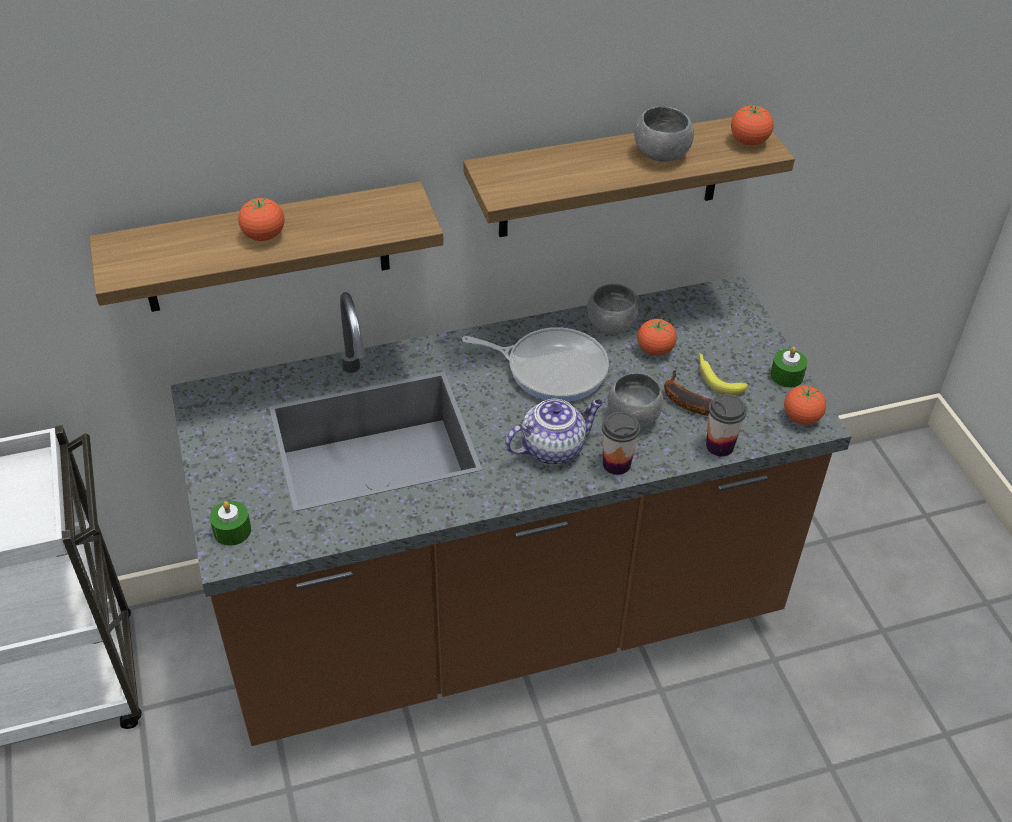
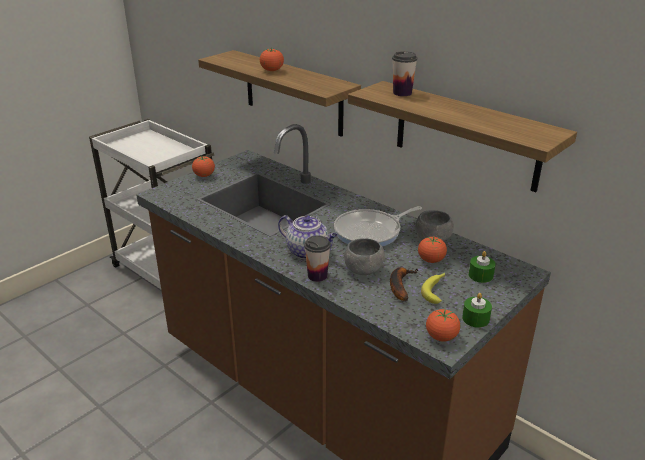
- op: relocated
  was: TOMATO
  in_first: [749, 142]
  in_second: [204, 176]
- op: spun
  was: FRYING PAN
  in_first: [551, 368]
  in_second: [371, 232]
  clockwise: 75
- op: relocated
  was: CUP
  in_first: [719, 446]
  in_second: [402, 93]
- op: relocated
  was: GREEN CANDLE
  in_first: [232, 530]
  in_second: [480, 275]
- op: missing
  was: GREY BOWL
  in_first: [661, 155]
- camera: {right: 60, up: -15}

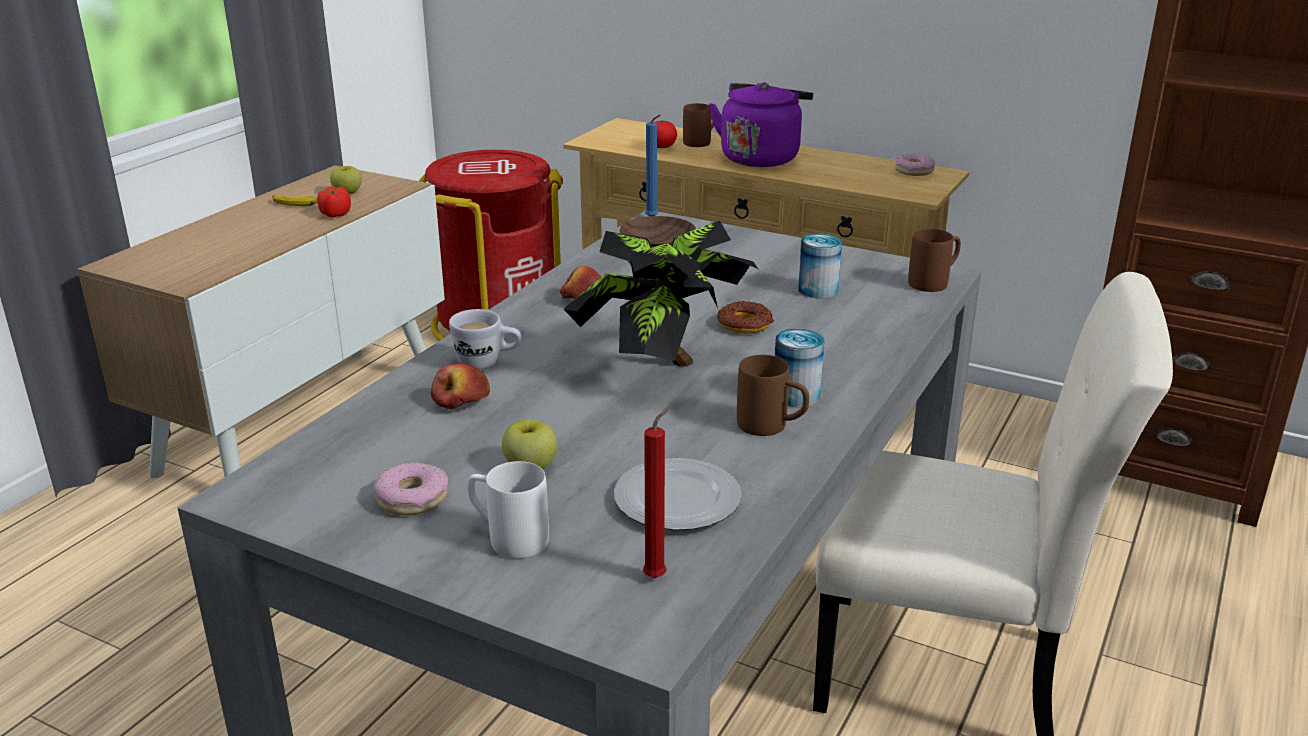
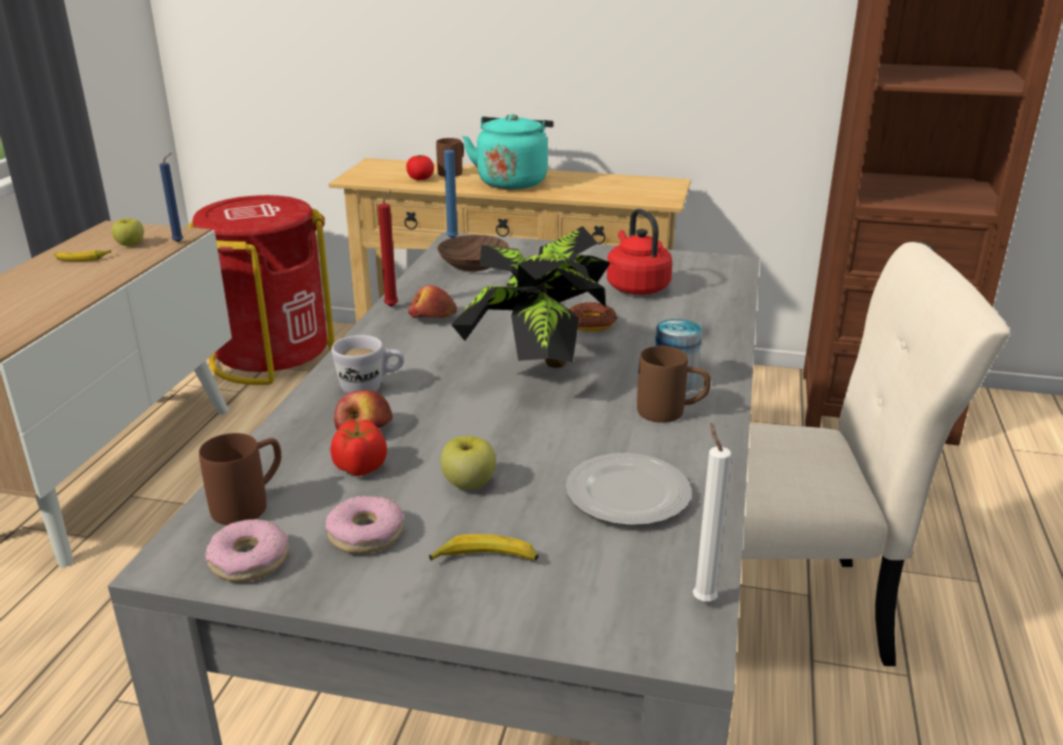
- op: appeared
  now: BLUE CANDLE
  in_second: [180, 242]
- op: relocated
  was: BROWN MUG
  in_first: [934, 282]
  in_second: [250, 504]
- op: relocated
  was: DONUT
  in_first: [914, 171]
  in_second: [249, 560]
- op: relocated
  was: TOMATO
  in_first: [335, 214]
  in_second: [360, 467]
- op: relocated
  was: RED CANDLE
  in_first: [657, 576]
  in_second: [393, 306]
- op: exchanged
  was: WHITE MUG
  now: BANANA
  in_first: [507, 538]
  in_second: [485, 559]
- op: colour
  was: PURPLE KETTLE
  now: TURQUOISE KETTLE
  in_first: [761, 157]
  in_second: [512, 181]
- op: exchanged
  was: CAN
  now: RED KETTLE
  in_first: [818, 290]
  in_second: [636, 286]
- op: appeared
  now: WHITE CANDLE
  in_second: [702, 598]
- camera: {right: -15, up: 0}

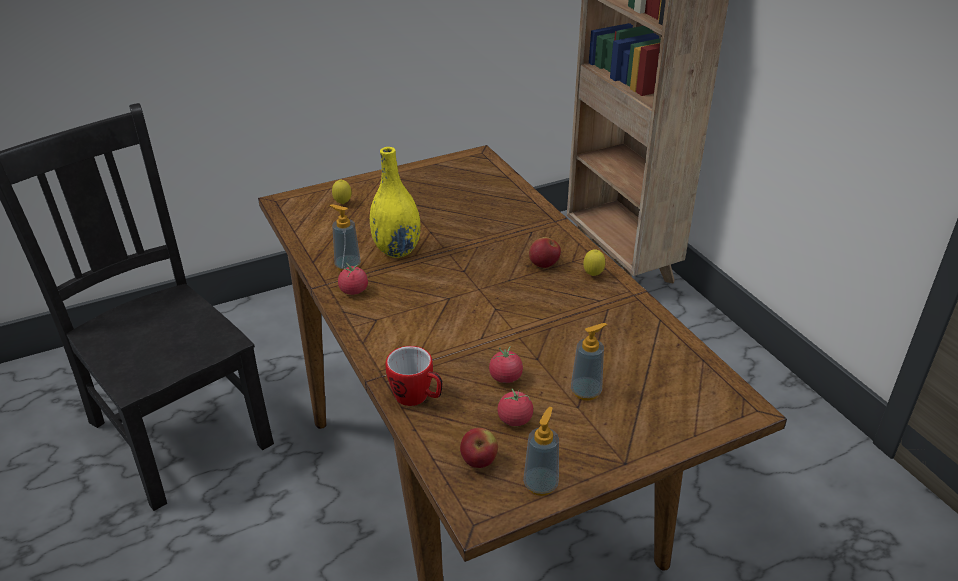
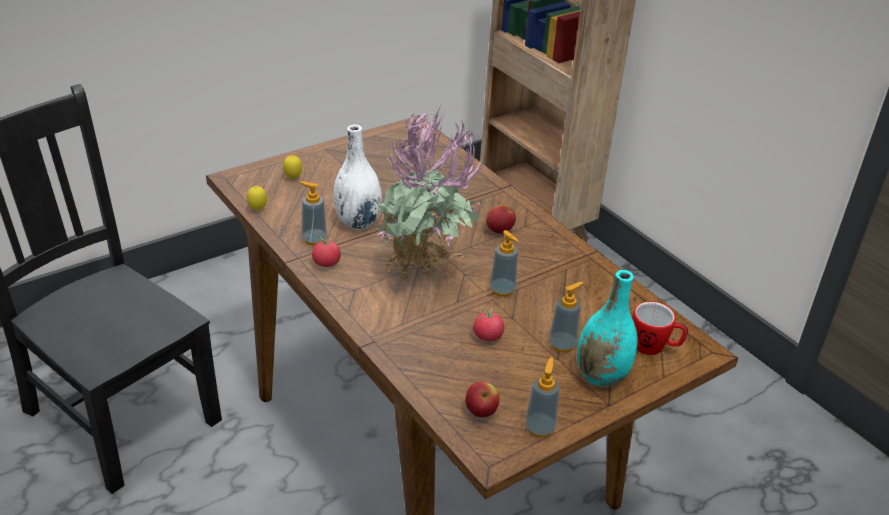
- op: relocated
  was: LEMON
  in_first: [593, 275]
  in_second: [257, 210]
- op: colour
  was: YELLOW VASE
  now: WHITE VASE
  in_first: [397, 250]
  in_second: [357, 222]
- op: appeared
  now: POTTED PLANT
  in_second: [424, 277]
- op: appeared
  now: SOAP DISPENSER
  in_second: [502, 290]
- op: appeared
  now: TURQUOISE VASE
  in_second: [601, 375]
- op: relocated
  was: MUG
  in_first: [417, 398]
  in_second: [654, 347]
- op: missing
  was: TOMATO
  in_first: [515, 419]
- camera: {right: -10, up: 0}

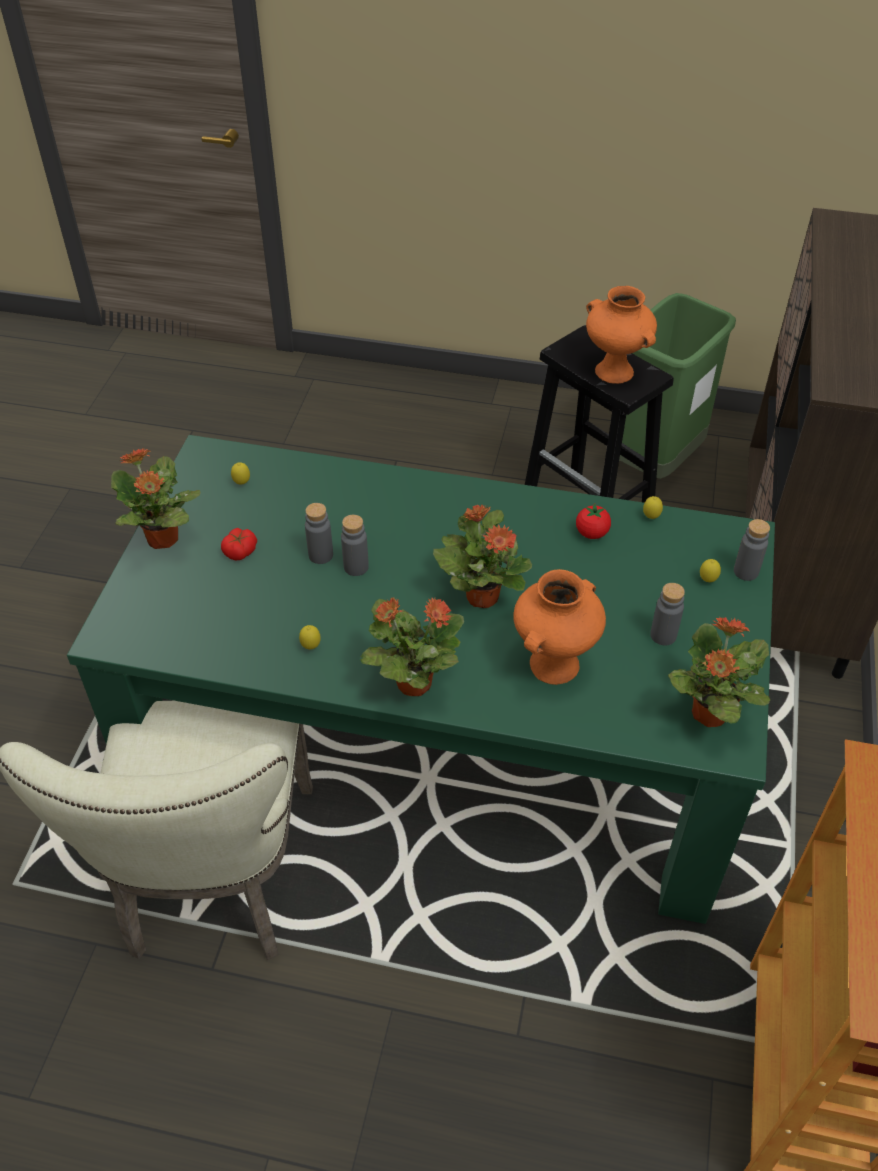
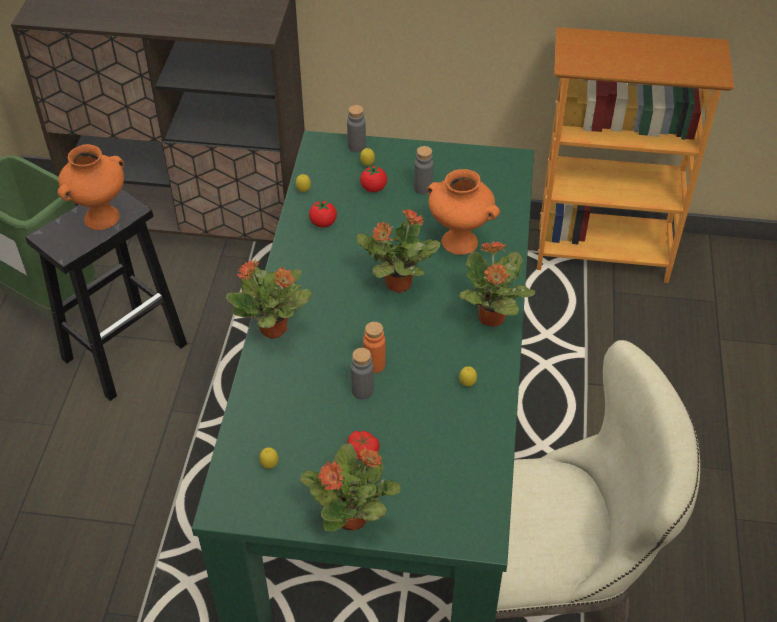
- op: relocated
  was: POTTED PLANT
  in_first: [708, 714]
  in_second: [274, 329]
- op: appeared
  now: TOMATO
  in_second: [373, 188]
- op: colour
  was: GREY BOTTLE
  now: ORANGE BOTTLE
  in_first: [356, 567]
  in_second: [374, 364]
- camera: {right: -95, up: 0}

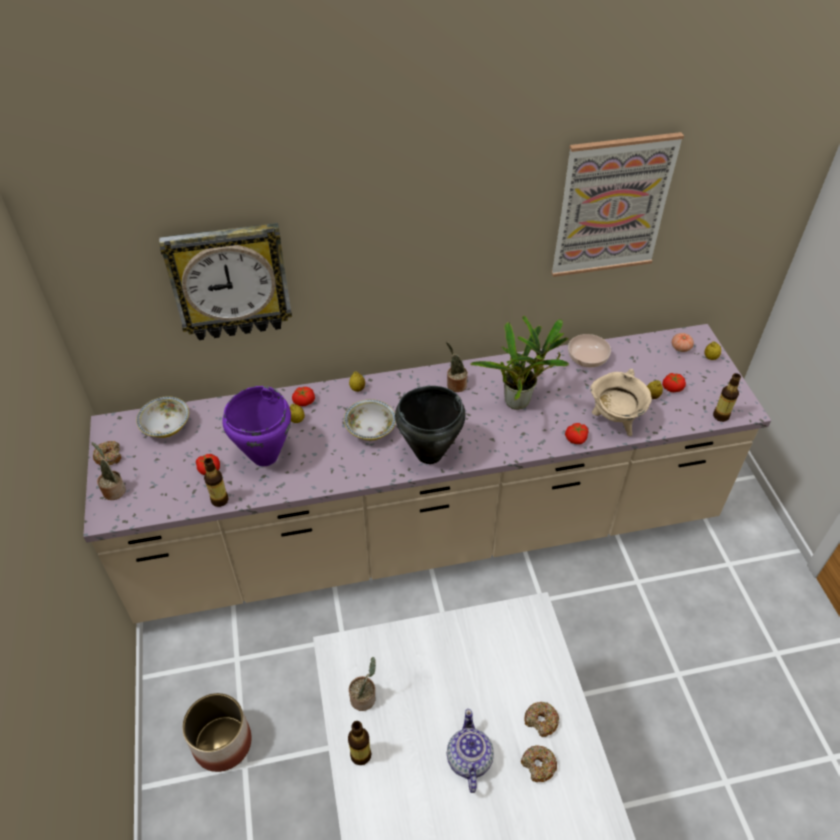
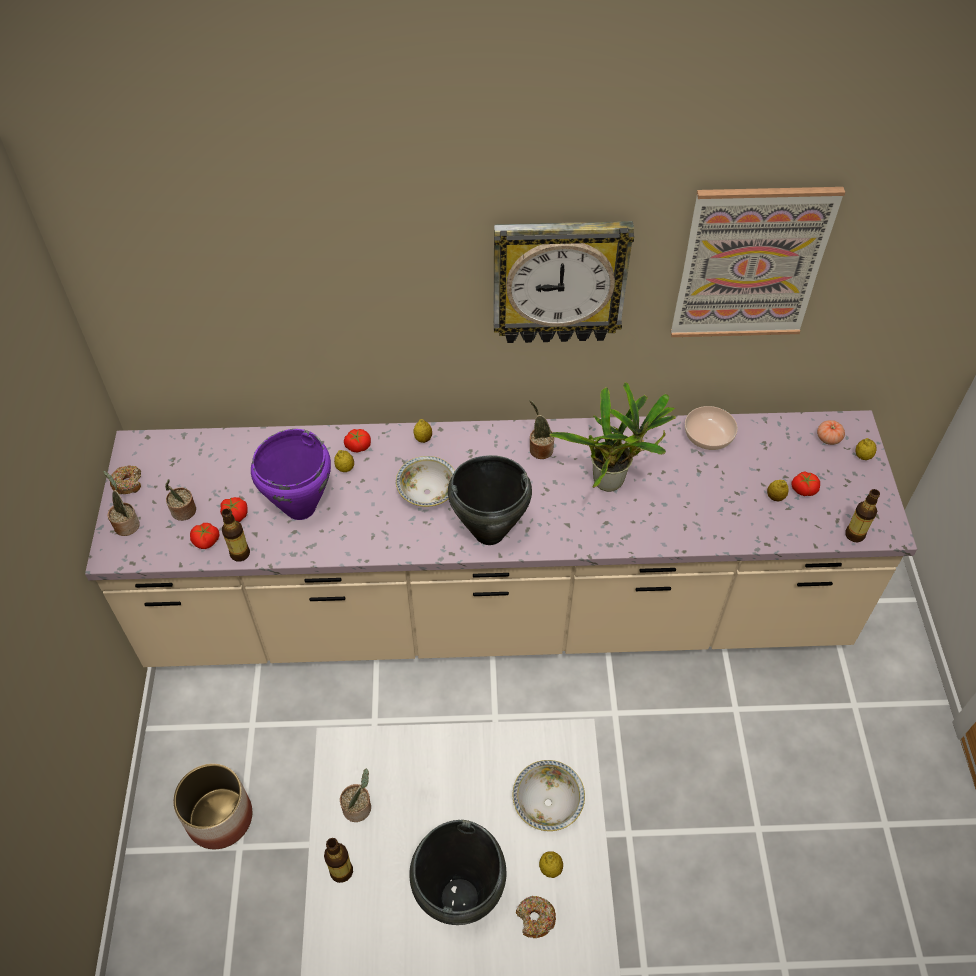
- op: appeared
  now: POTTED PLANT
  in_second: [183, 512]
- op: relocated
  was: TOMATO
  in_first: [576, 439]
  in_second: [206, 541]
- op: exchanged
  was: TEAPOT
  now: BLACK COOKING POT
  in_first: [468, 760]
  in_second: [458, 898]
- op: relocated
  was: WALL CLOCK
  in_first: [230, 282]
  in_second: [559, 281]
- op: relocated
  was: BOWL
  in_first: [166, 427]
  in_second: [547, 803]
- op: exchanged
  was: DONUT
  now: LEMON
  in_first: [541, 721]
  in_second: [550, 868]
- op: missing
  was: BEIGE COOKING POT
  in_first: [614, 421]
- camera: {right: 10, up: 5}

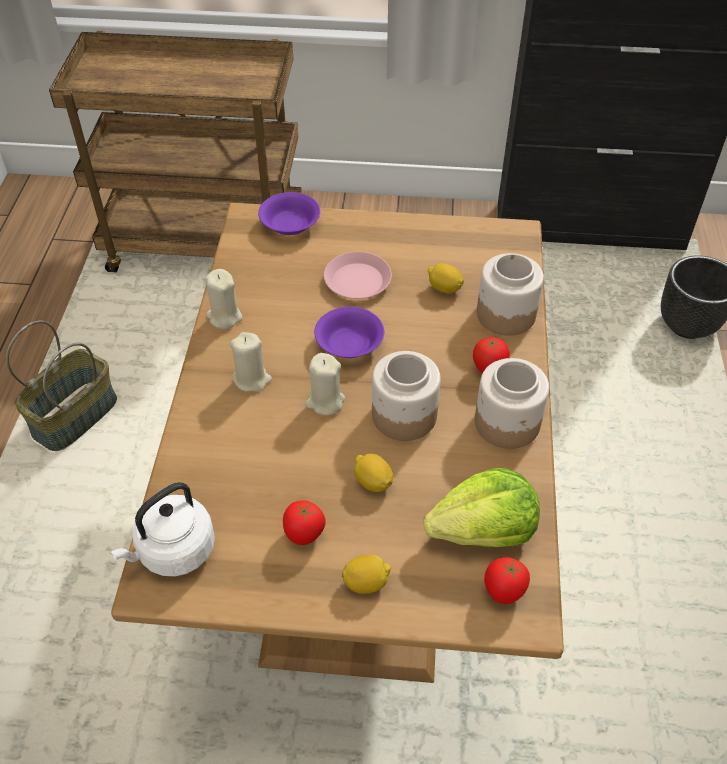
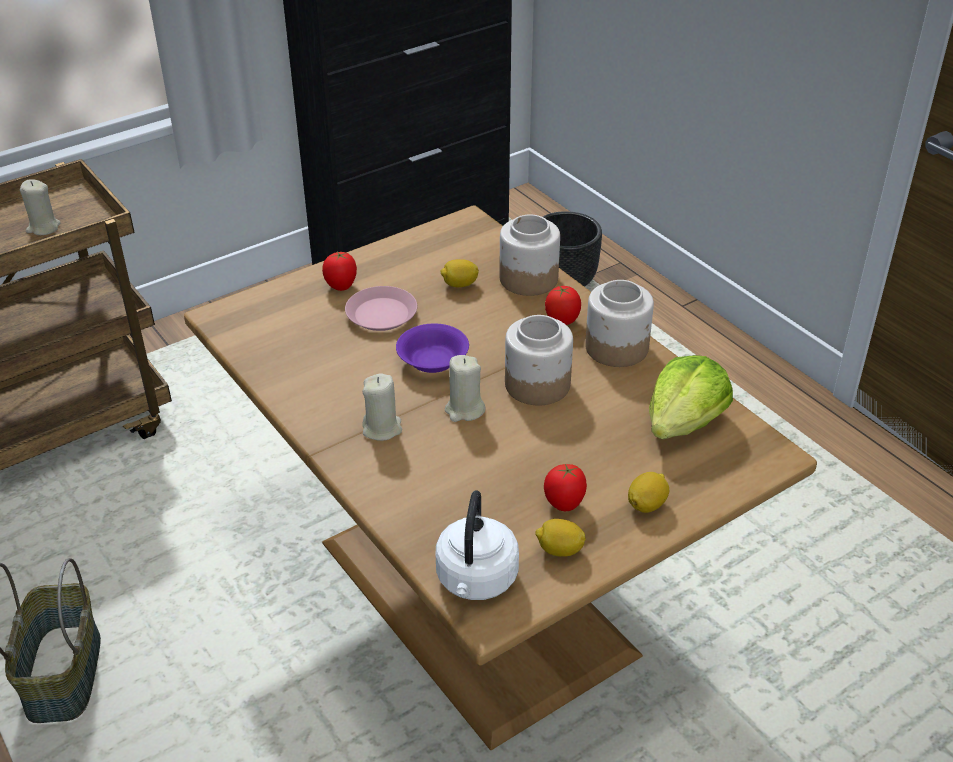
- op: relocated
  was: BEIGE CANDLE
  in_first: [224, 317]
  in_second: [43, 228]
- op: relocated
  was: TOMATO
  in_first: [503, 593]
  in_second: [341, 287]
- op: relocated
  was: LEMON
  in_first: [373, 482]
  in_second: [559, 550]
- op: missing
  was: PURPLE BOWL
  in_first: [290, 224]
- camera: {right: -40, up: -10}

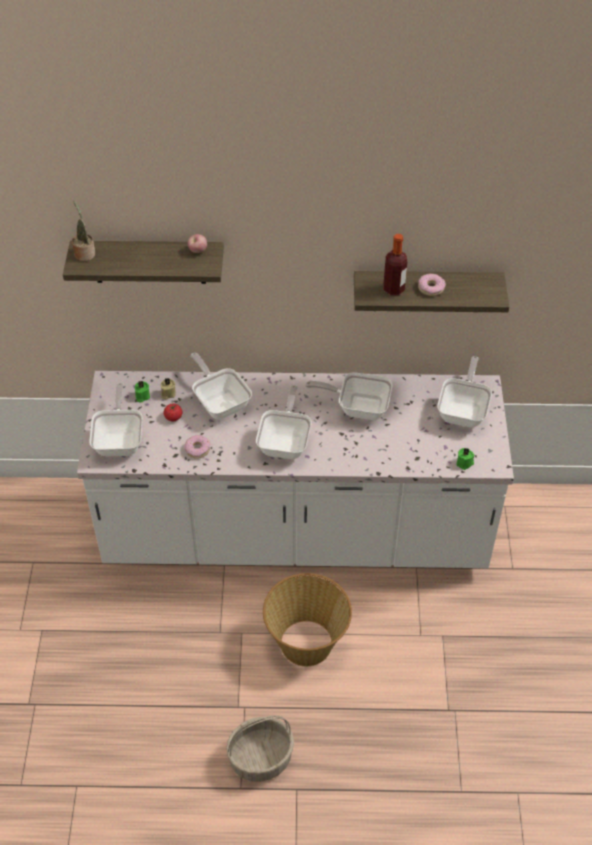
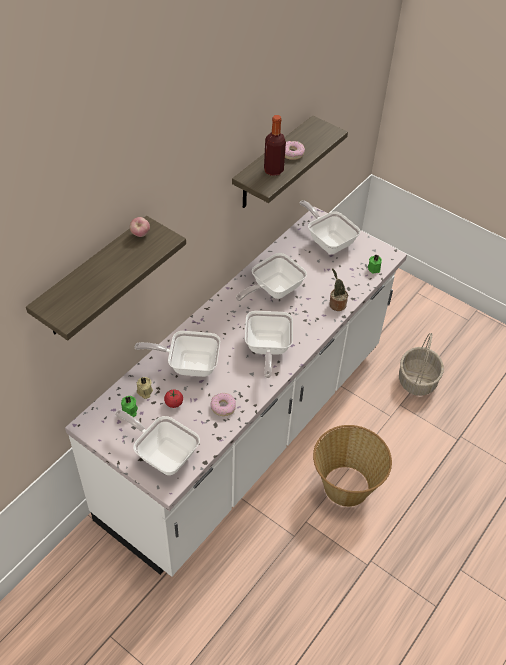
- op: spun
  was: FRYING PAN
  in_first: [285, 442]
  in_second: [267, 349]
  clockwise: -135
- op: relocated
  was: POTTED PLANT
  in_first: [84, 253]
  in_second: [336, 304]
- op: relocated
  was: BASKET
  in_first: [261, 757]
  in_second: [417, 380]
- camera: {right: -55, up: 0}

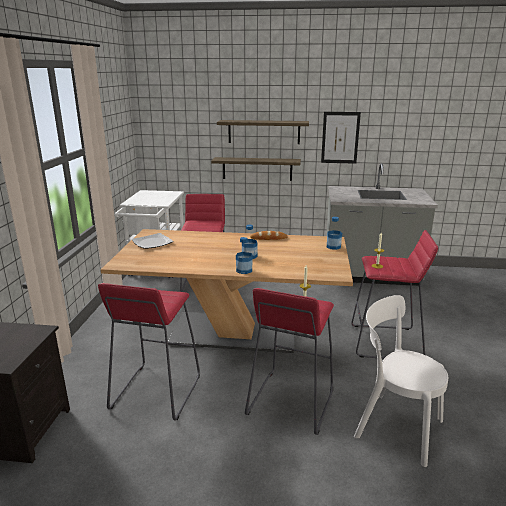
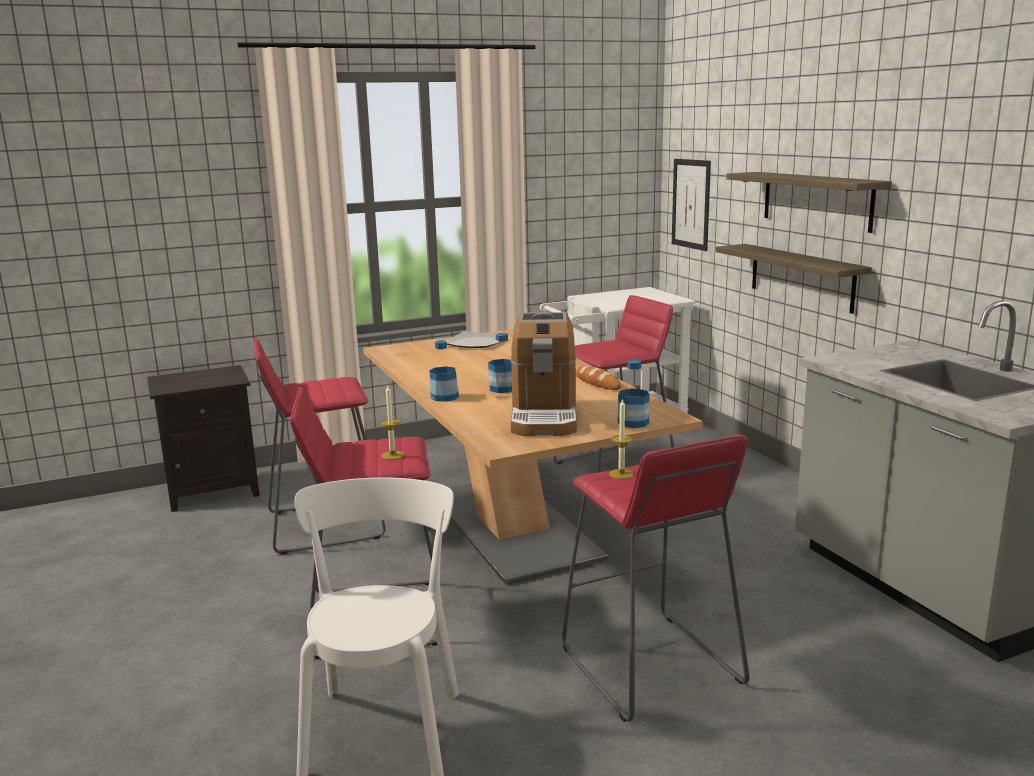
- op: appeared
  now: COFFEE MACHINE
  in_second: [544, 416]
- op: relocated
  was: PICTURE
  in_first: [340, 137]
  in_second: [691, 204]
- camera: {right: 60, up: -5}

